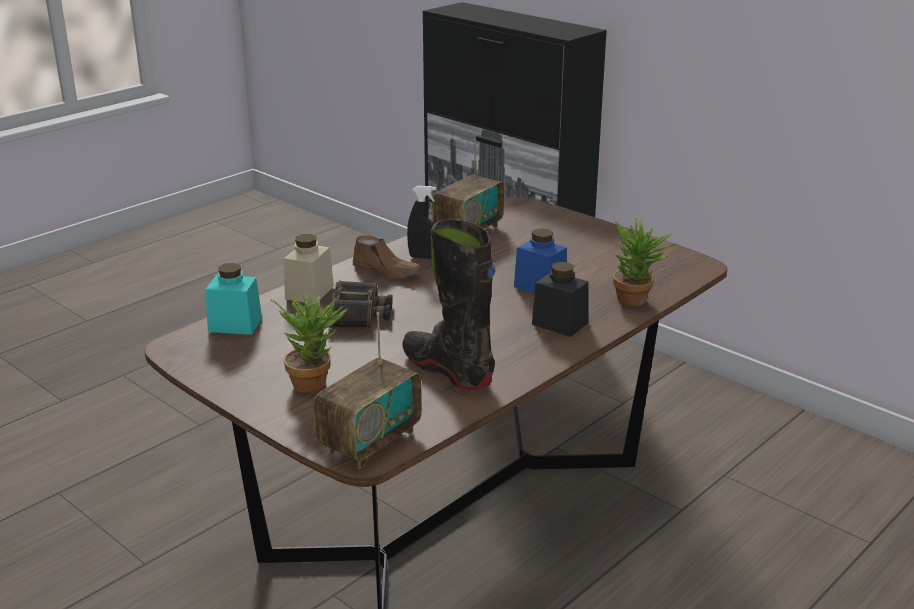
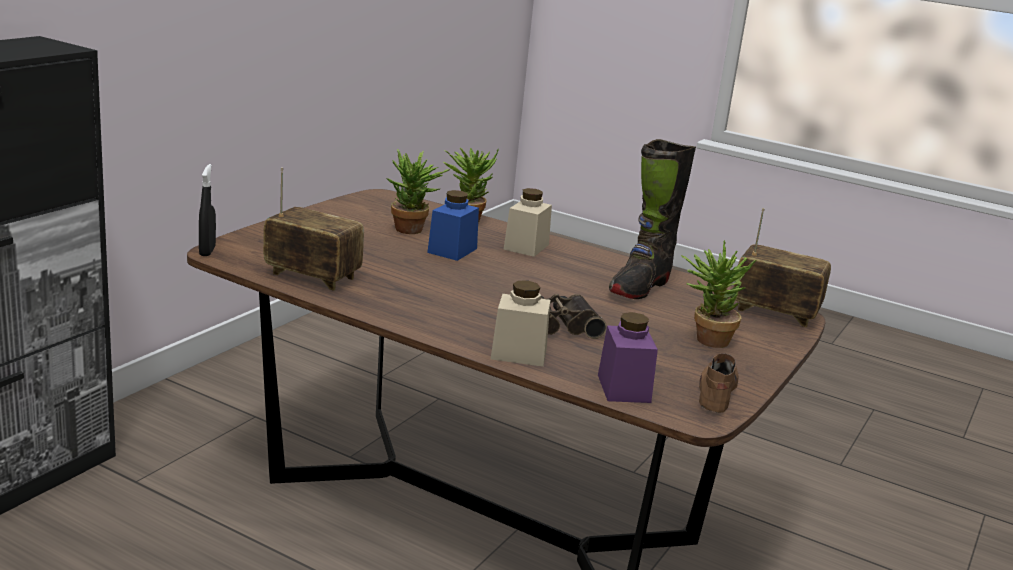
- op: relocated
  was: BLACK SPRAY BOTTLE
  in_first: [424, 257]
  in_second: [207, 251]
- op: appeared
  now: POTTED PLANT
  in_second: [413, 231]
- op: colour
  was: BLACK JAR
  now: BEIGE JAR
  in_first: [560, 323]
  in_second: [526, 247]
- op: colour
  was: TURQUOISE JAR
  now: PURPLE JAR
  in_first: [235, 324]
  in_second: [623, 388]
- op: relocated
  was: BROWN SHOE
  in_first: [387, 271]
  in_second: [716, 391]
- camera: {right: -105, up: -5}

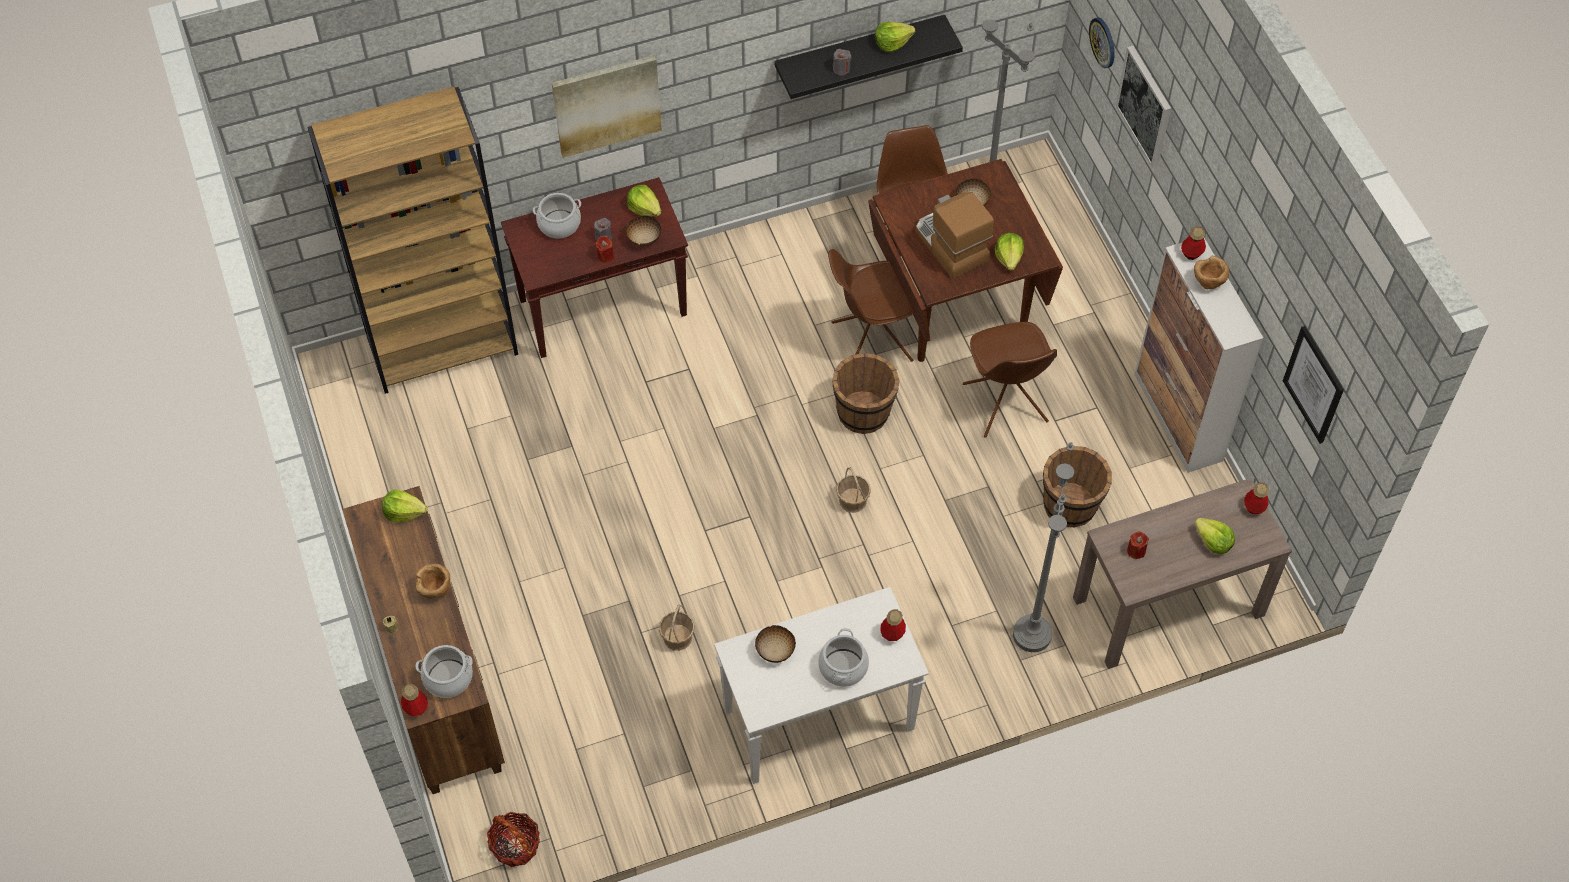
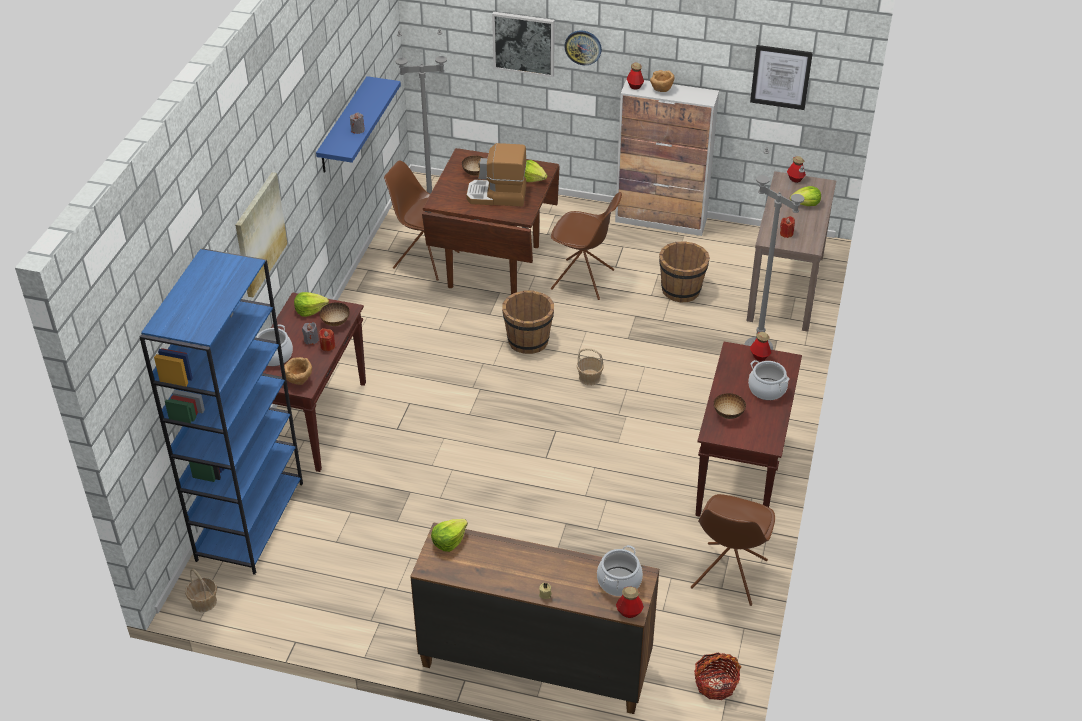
- op: colour
  was: BROWN BOOKCASE
  now: BLUE BOOKCASE
  in_first: [443, 346]
  in_second: [250, 520]
- op: relocated
  was: BASKET
  in_first: [677, 638]
  in_second: [204, 602]
- op: relocated
  was: BROWN BOWL
  in_first: [435, 590]
  in_second: [299, 381]
- op: colour
  was: BLACK SHELF
  now: BLUE SHELF
  in_first: [859, 51]
  in_second: [343, 126]
- op: relocated
  was: WALL CLOCK
  in_first: [1103, 42]
  in_second: [583, 47]
- op: relocated
  was: BROWN CHAIR
  in_first: [870, 342]
  in_second: [728, 575]
- op: colour
  was: WHITE CONSOLE TABLE
  now: BROWN CONSOLE TABLE
  in_first: [817, 721]
  in_second: [741, 475]
- op: missing
  was: LETTUCE
  in_first: [892, 43]
- camera: {right: -55, up: -15}

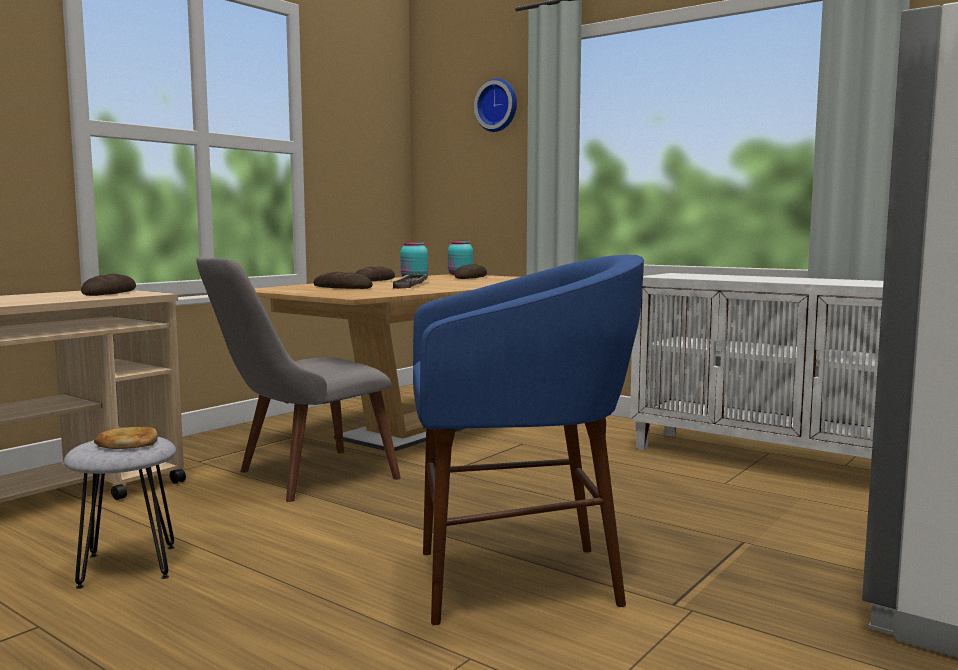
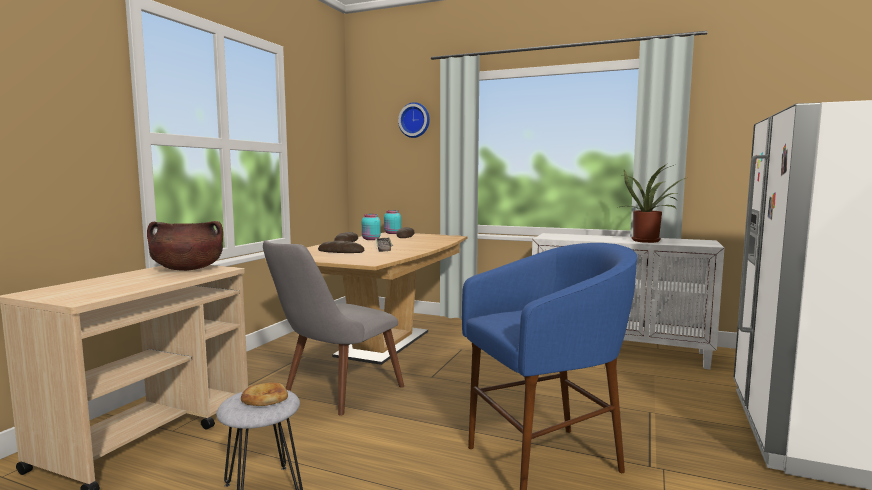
- op: exchanged
  was: BREAD
  now: BROWN COOKING POT
  in_first: [109, 292]
  in_second: [187, 269]
- op: appeared
  now: POTTED PLANT
  in_second: [648, 241]
- camera: {right: -15, up: 0}

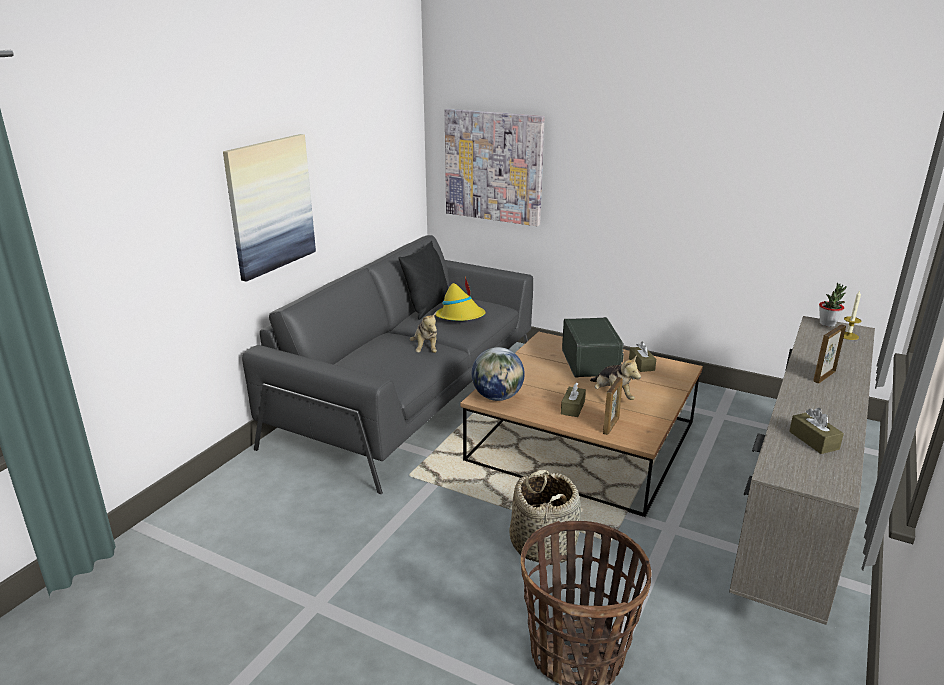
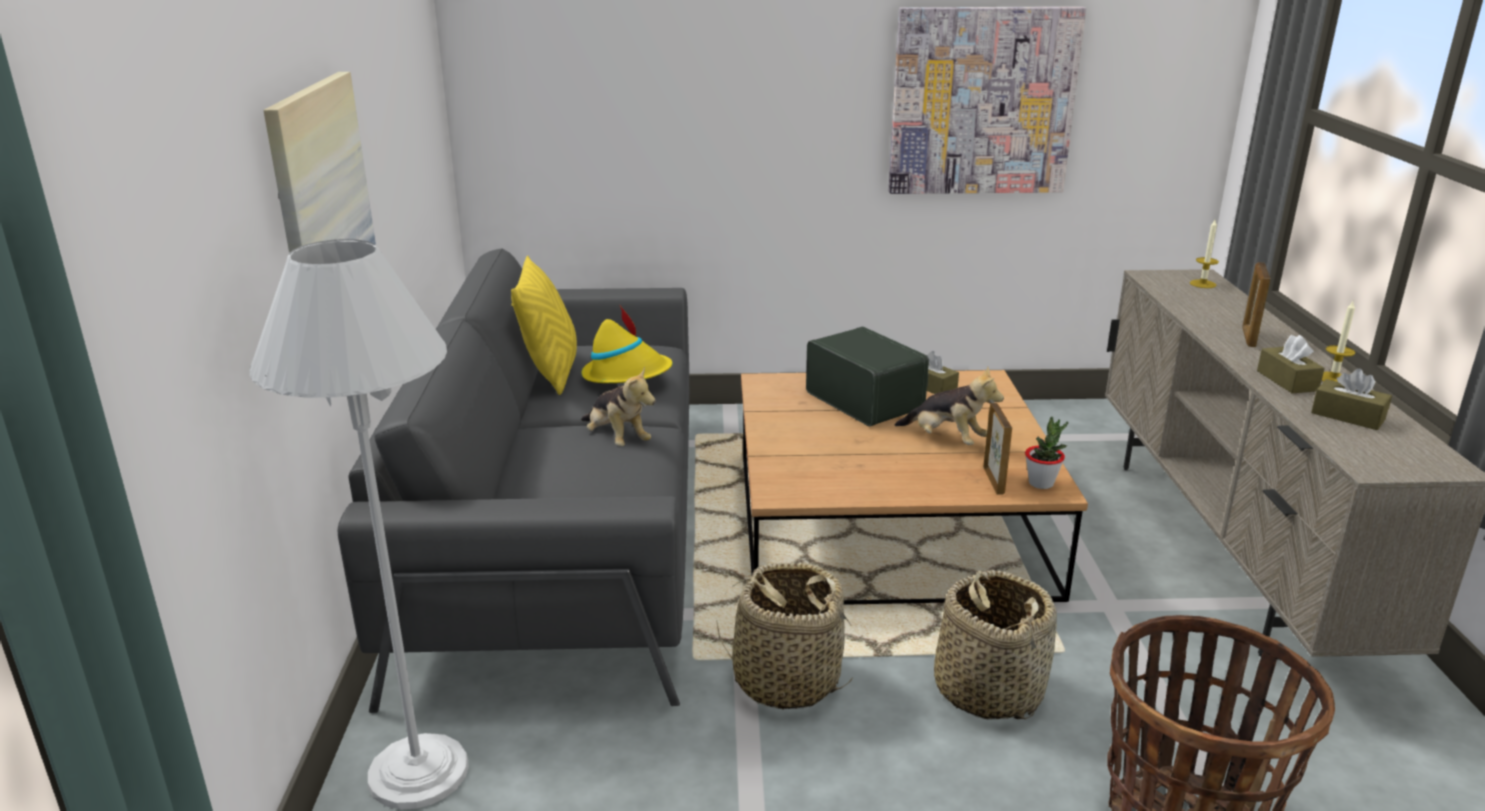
- op: appeared
  now: WHITE FLOOR LAMP
  in_second: [418, 772]
- op: colour
  was: BLACK PILLOW
  now: YELLOW PILLOW
  in_first: [427, 307]
  in_second: [551, 372]
- op: appeared
  now: BASKET
  in_second: [786, 680]
- op: relocated
  was: PICTURE
  in_first: [493, 166]
  in_second: [982, 101]
- op: relocated
  was: POTTED PLANT
  in_first: [827, 324]
  in_second: [1041, 483]
- op: relocated
  was: BROWN TISSUE BOX
  in_first: [572, 408]
  in_second: [1287, 381]
- op: appeared
  now: CANDLE
  in_second: [1333, 378]
- op: missing
  was: GLOBE
  in_first: [497, 397]
- camera: {right: -30, up: 0}

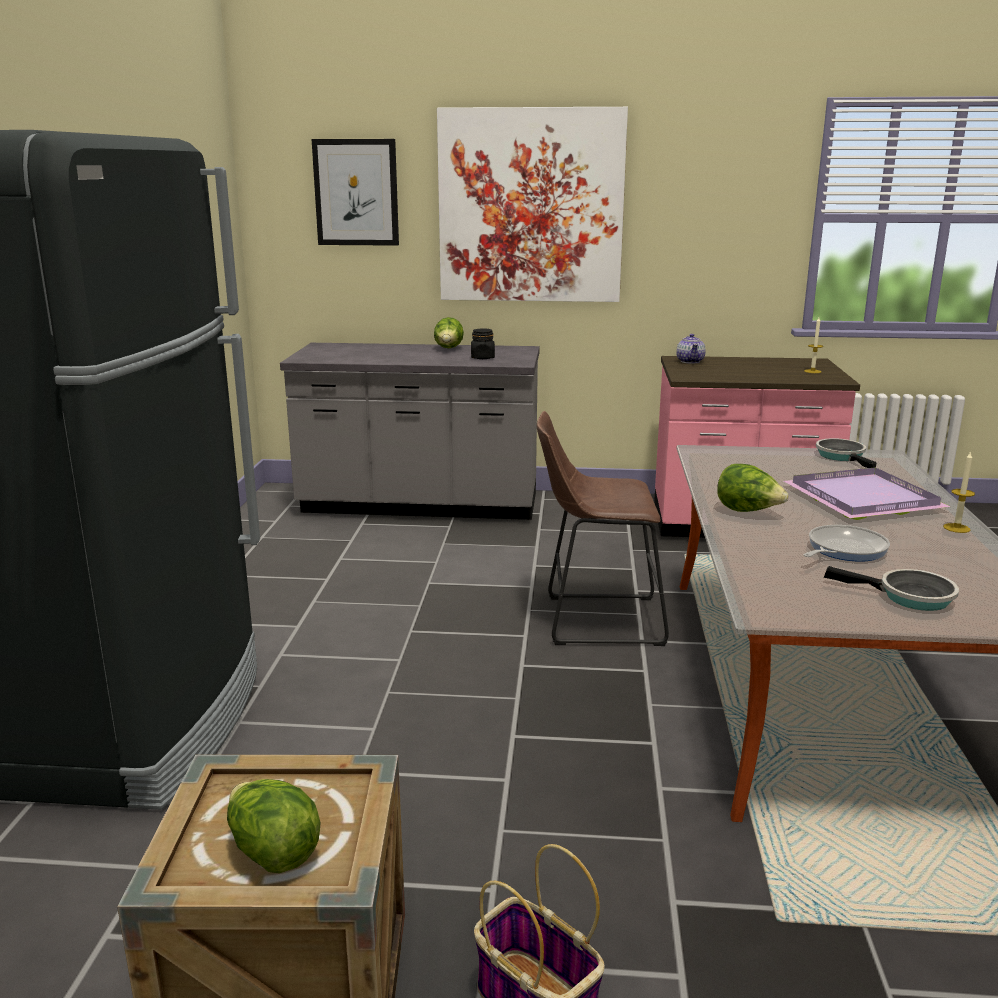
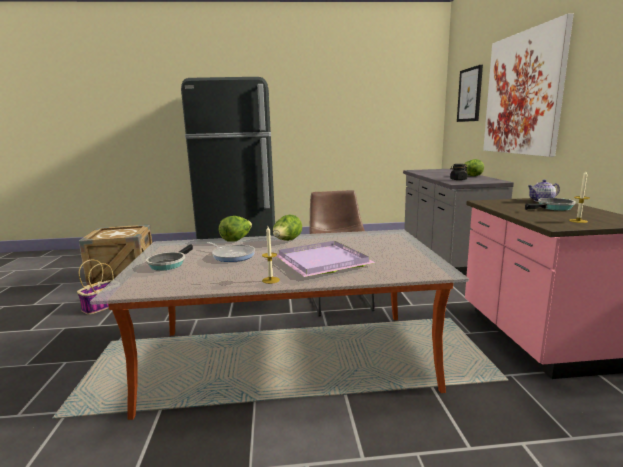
- op: relocated
  was: LETTUCE
  in_first: [273, 852]
  in_second: [236, 239]
- op: relocated
  was: FRYING PAN
  in_first: [842, 456]
  in_second: [553, 208]
- camera: {right: 80, up: -5}

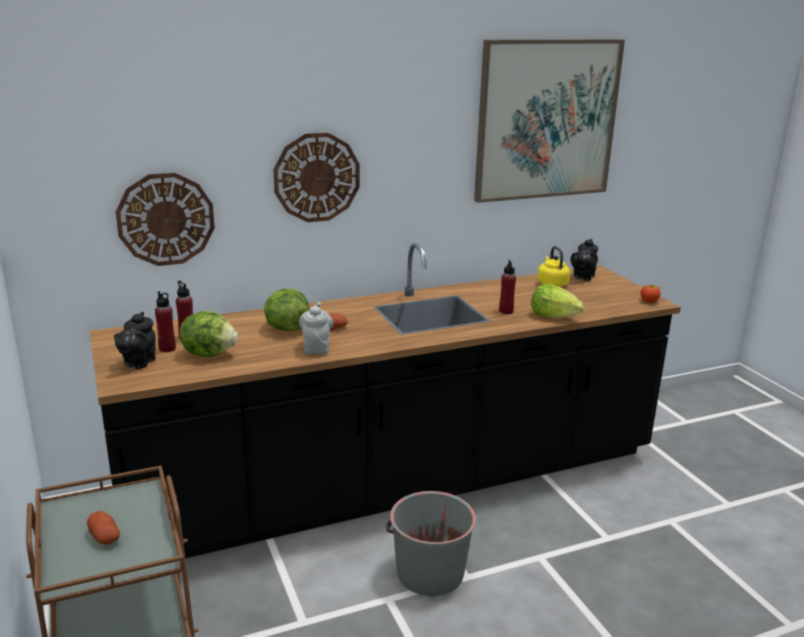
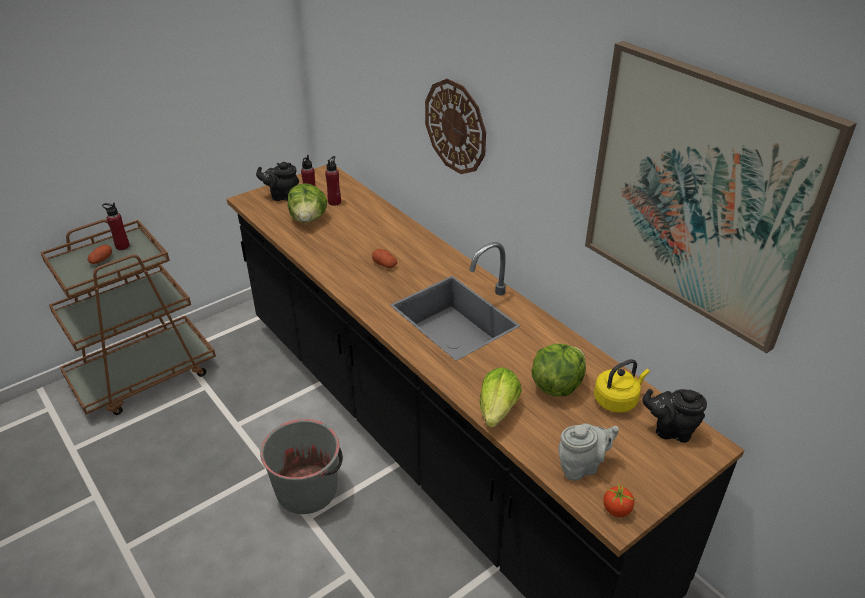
- op: relocated
  was: RED BOTTLE
  in_first: [506, 311]
  in_second: [122, 246]
- op: relocated
  was: LETTUCE
  in_first: [286, 328]
  in_second: [556, 385]
- op: relocated
  was: GREY TEAPOT
  in_first: [316, 348]
  in_second: [581, 466]
- op: missing
  was: WALL CLOCK
  in_first: [166, 219]
- camera: {right: 75, up: 15}

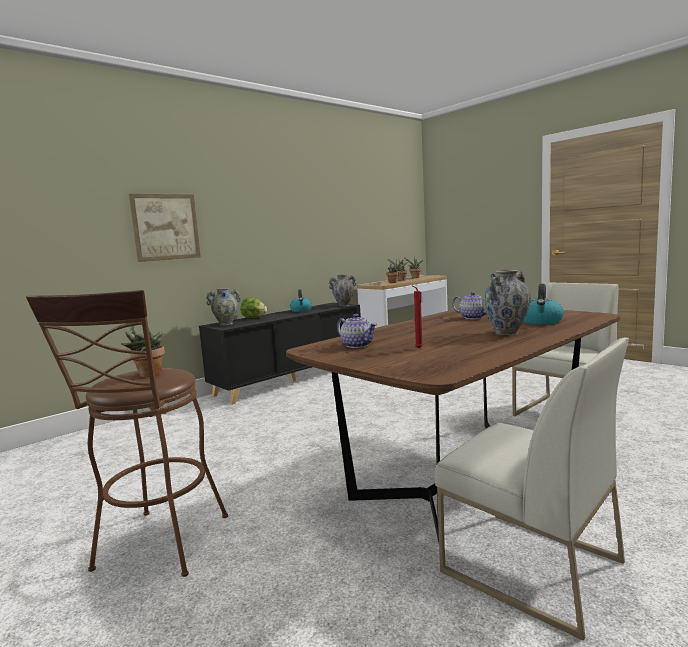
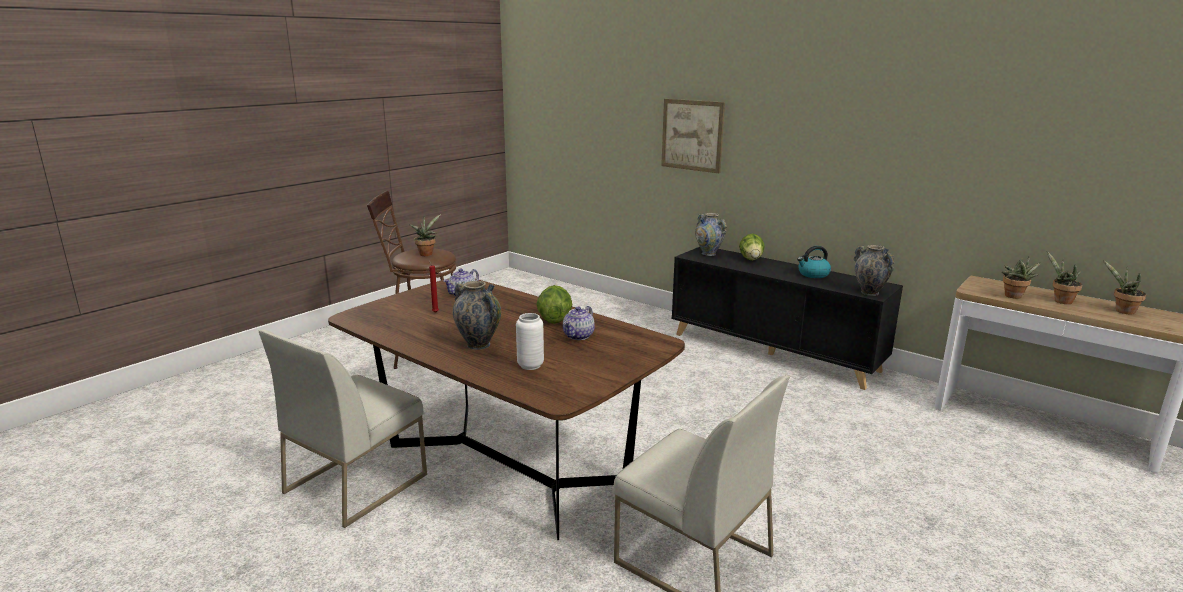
- op: exchanged
  was: KETTLE
  now: WHITE VASE
  in_first: [542, 322]
  in_second: [530, 365]
- op: appeared
  now: LETTUCE
  in_second: [554, 320]
- camera: {right: 80, up: 10}

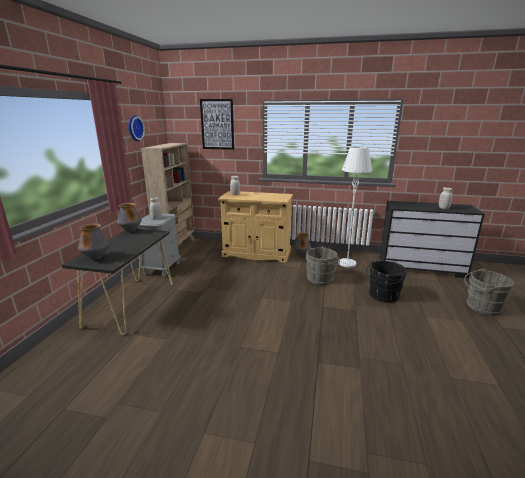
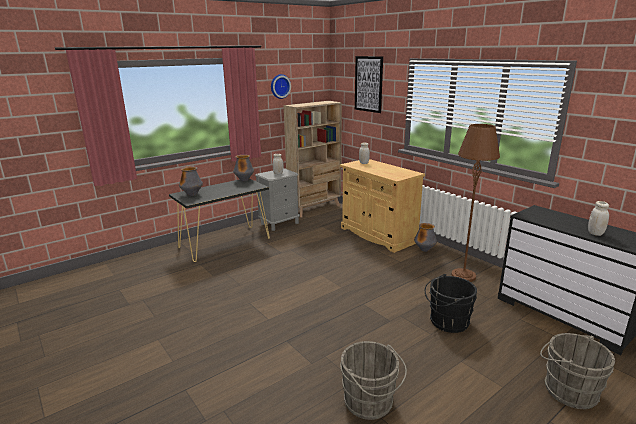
- op: relocated
  was: GREY BUCKET
  in_first: [321, 278]
  in_second: [370, 403]
- op: colour
  was: WHITE FLOOR LAMP
  now: BROWN FLOOR LAMP
  in_first: [347, 263]
  in_second: [463, 276]
- camera: {right: 40, up: 0}

